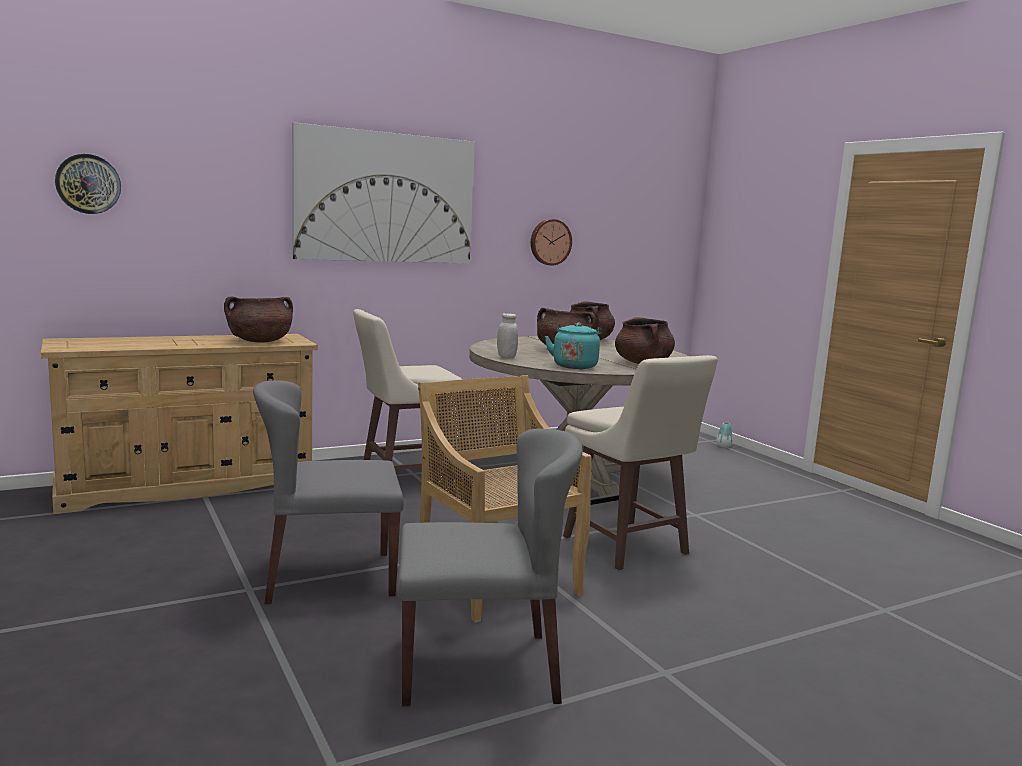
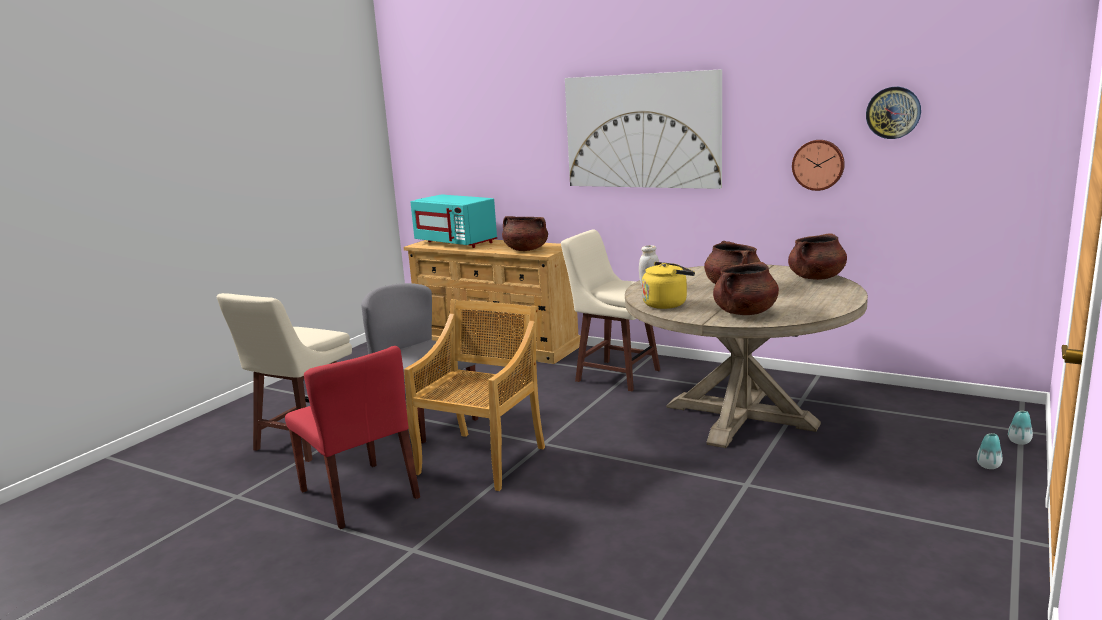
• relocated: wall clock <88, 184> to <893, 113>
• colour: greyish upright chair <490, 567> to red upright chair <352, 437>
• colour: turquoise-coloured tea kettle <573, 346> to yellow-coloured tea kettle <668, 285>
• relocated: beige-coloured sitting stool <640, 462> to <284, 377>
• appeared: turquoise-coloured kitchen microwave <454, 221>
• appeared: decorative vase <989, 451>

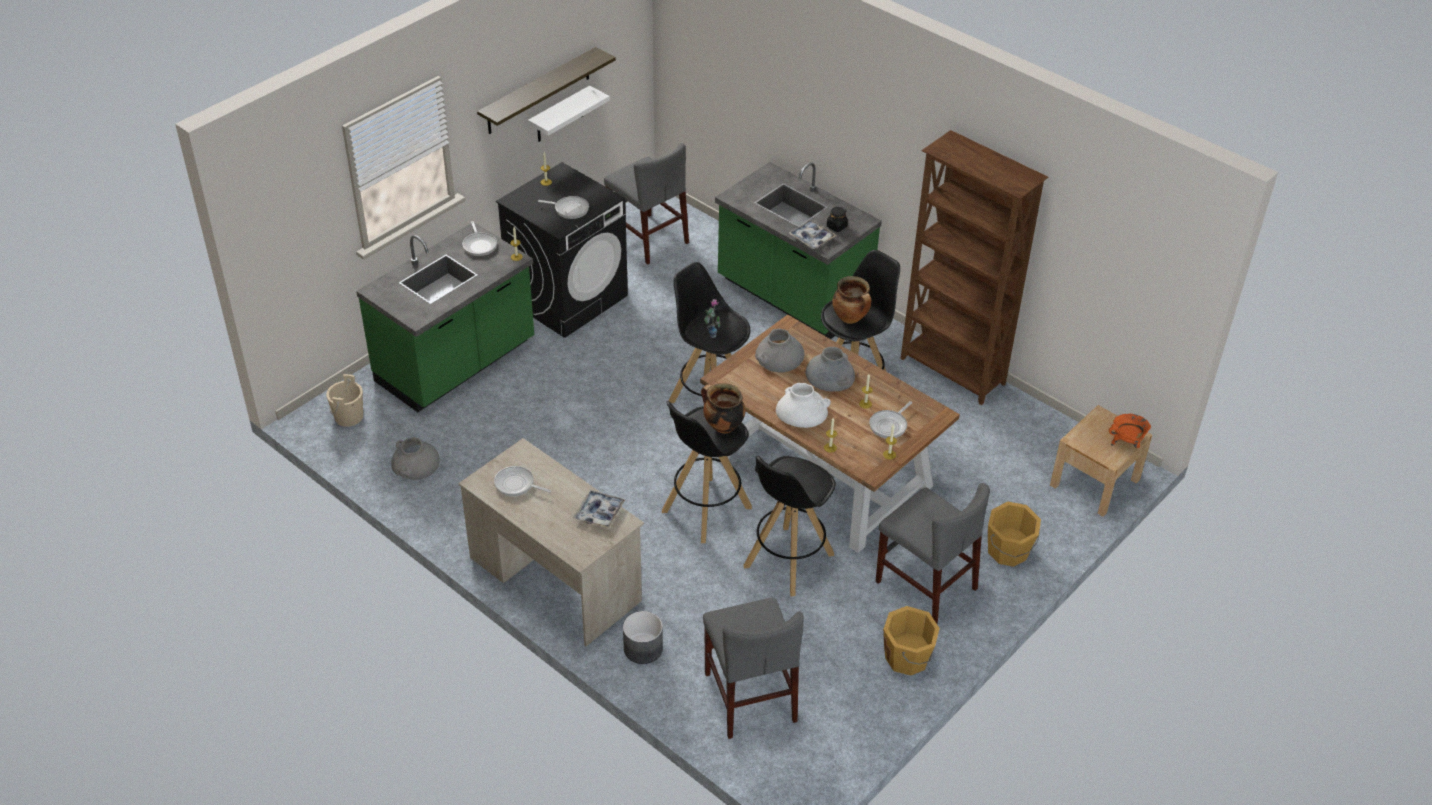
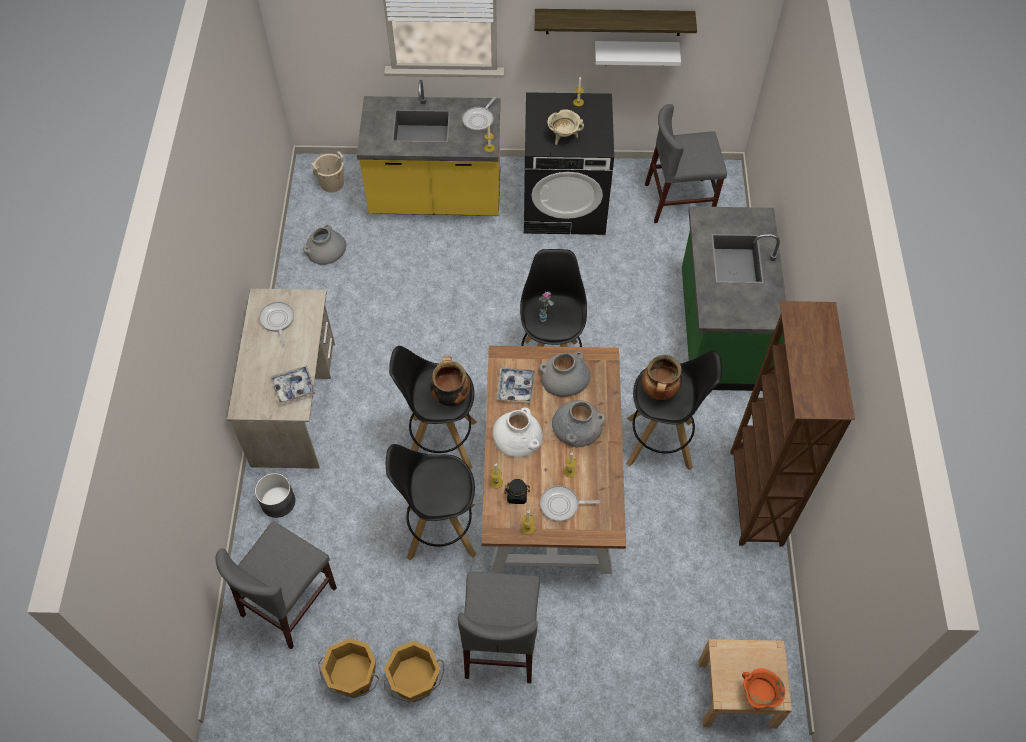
• colour: greenish kitchen counter <445, 317> to yellow-coloured kitchen counter <428, 148>
• exchanged: pan <563, 207> to beige-coloured stockpot <566, 127>
• spun: greyish upright chair <646, 204> = <686, 163> 75 degrees clockwise
• relocated: tray <813, 234> to <515, 385>
• relocated: black jar <837, 219> to <517, 491>
• relocated: orange-coloured pail <1014, 534> to <348, 668>

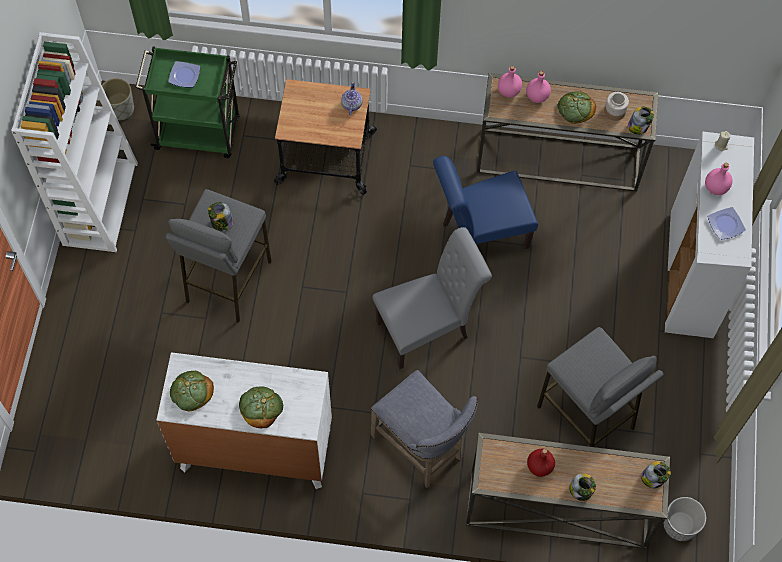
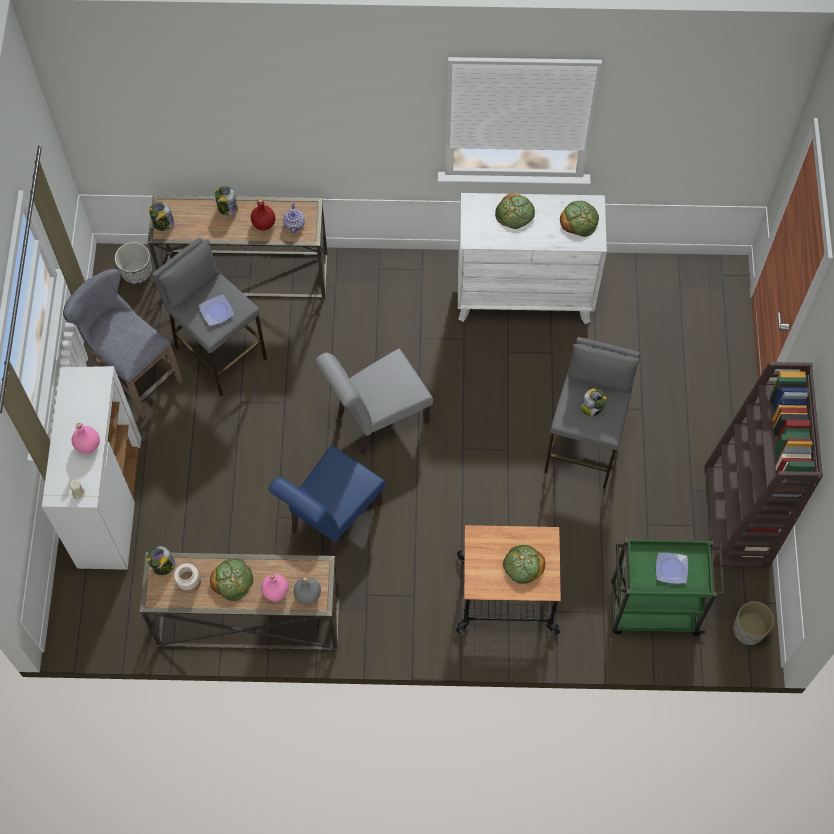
• colour: white-coloured bookcase <74, 142> to brown-coloured bookcase <763, 465>
• relocated: pot for tea <352, 98> to <294, 218>
• relocated: greyish sitting stool <424, 429> to <123, 343>
• spun: blue-coloured upright chair <485, 203> = <327, 500> 150 degrees clockwise
• colour: pink drink bottle <510, 82> to greyish drink bottle <307, 591>
• relocated: dinner plate <726, 223> to <216, 310>
• appeared: bakery bread <524, 564>

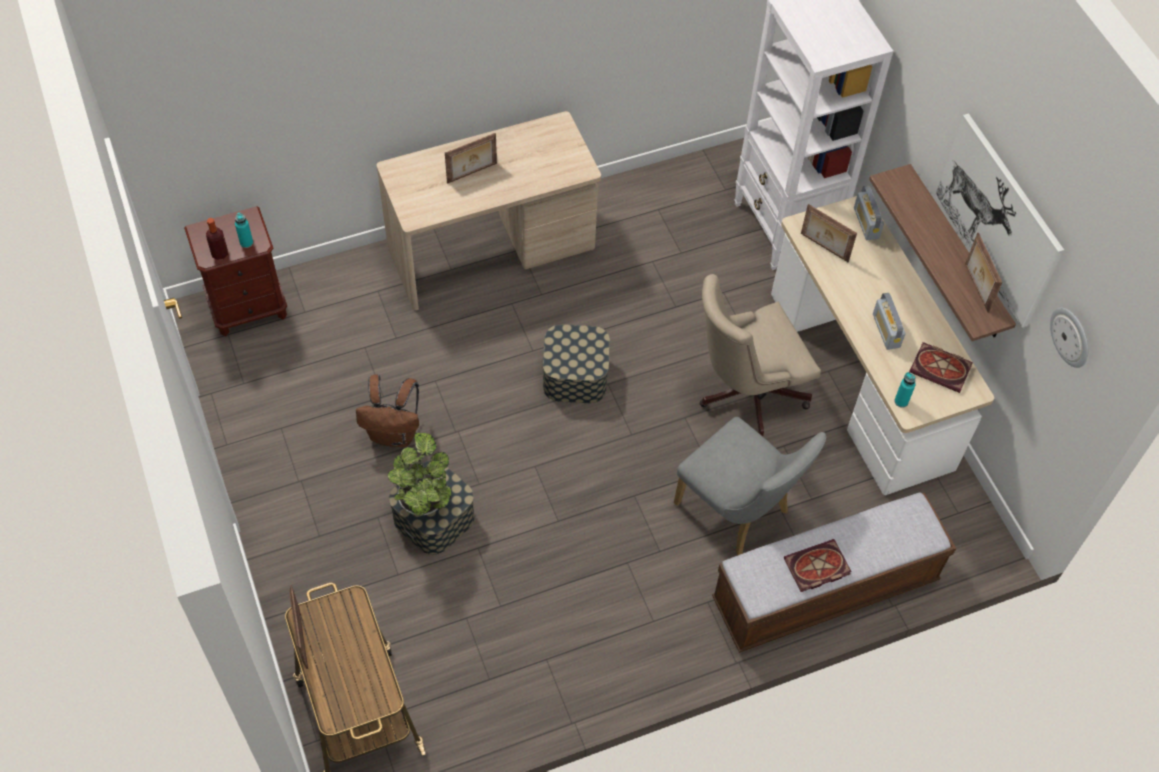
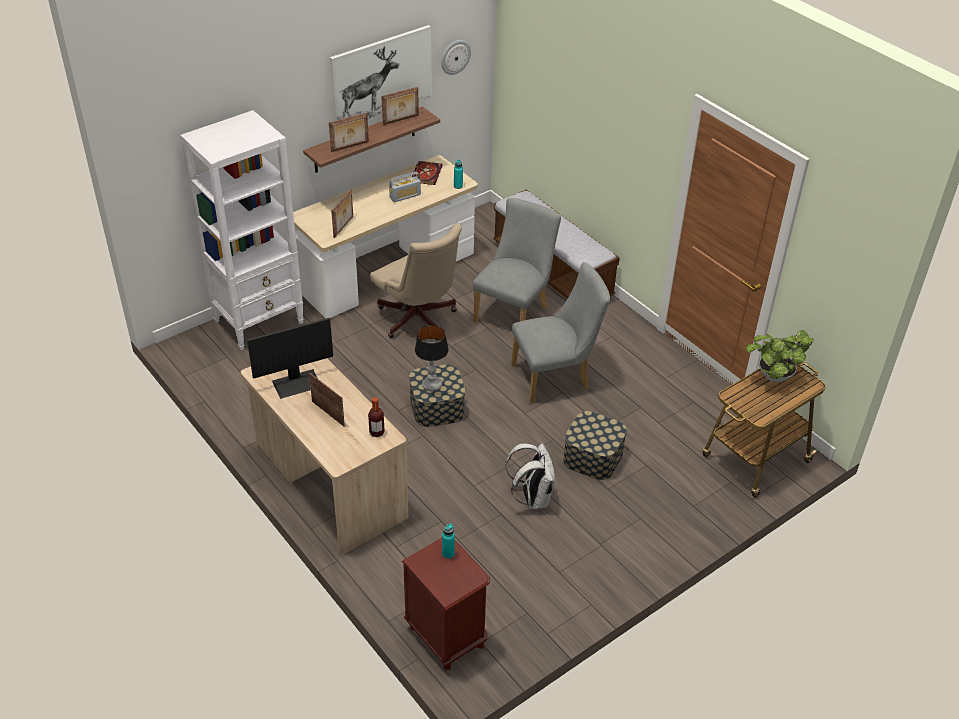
• relocated: drink bottle <217, 239> to <376, 417>
• relocated: picture frame <299, 627> to <349, 132>
• colour: brown-coloured backpack <387, 410> to white-coloured backpack <530, 476>
• relocated: potted plant <419, 474> to <779, 356>
• missing: bound book <818, 565>
• missing: radio set <869, 213>
• appeared: monitor <290, 358>
• appeared: lamp for a table <432, 358>
• appeared: greyish upright chair <560, 333>

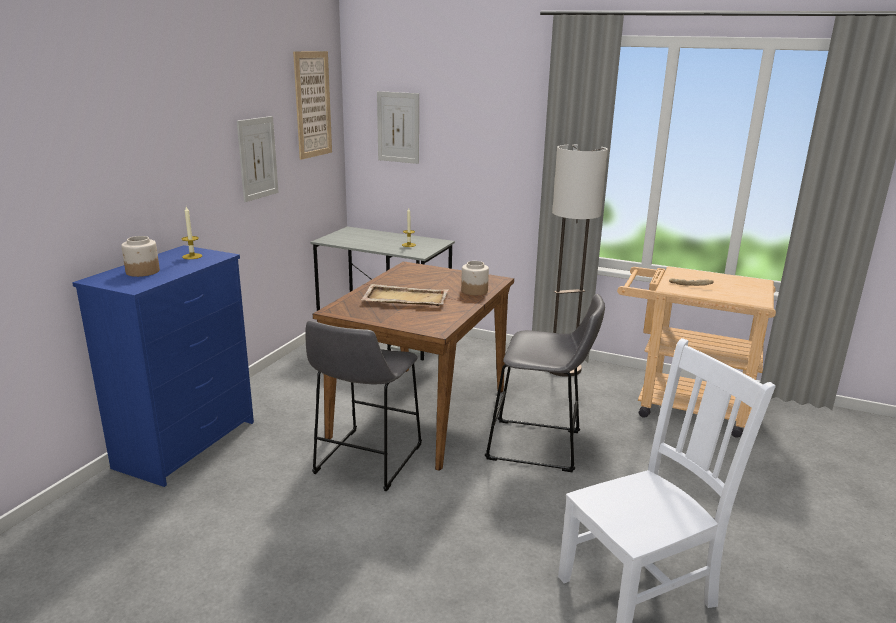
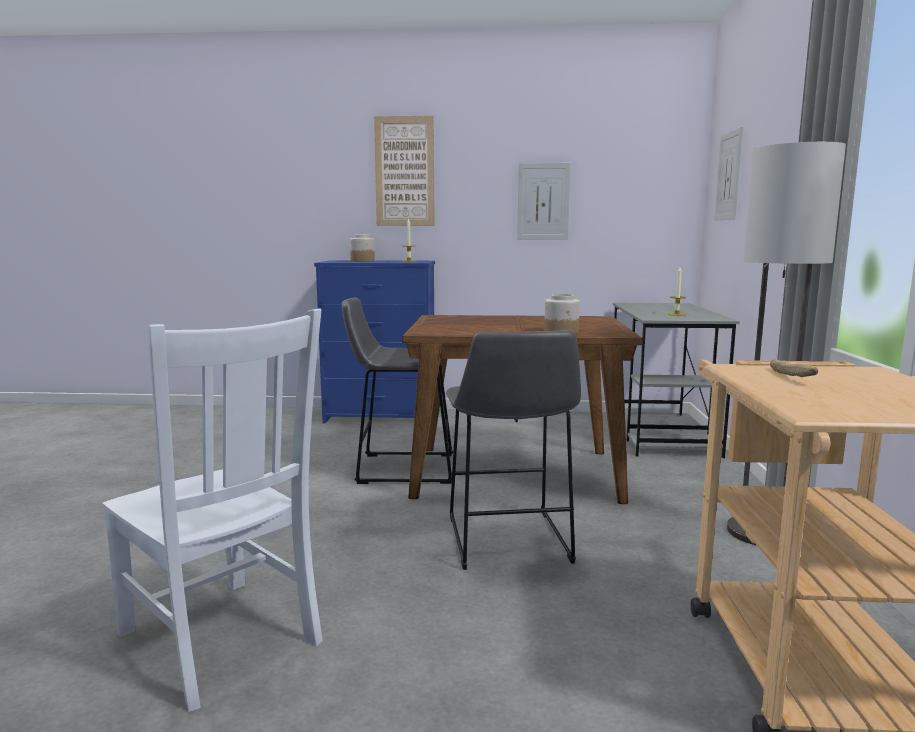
• relocated: wall picture <312, 105> to <404, 171>
• missing: beige-coloured tray <404, 295>

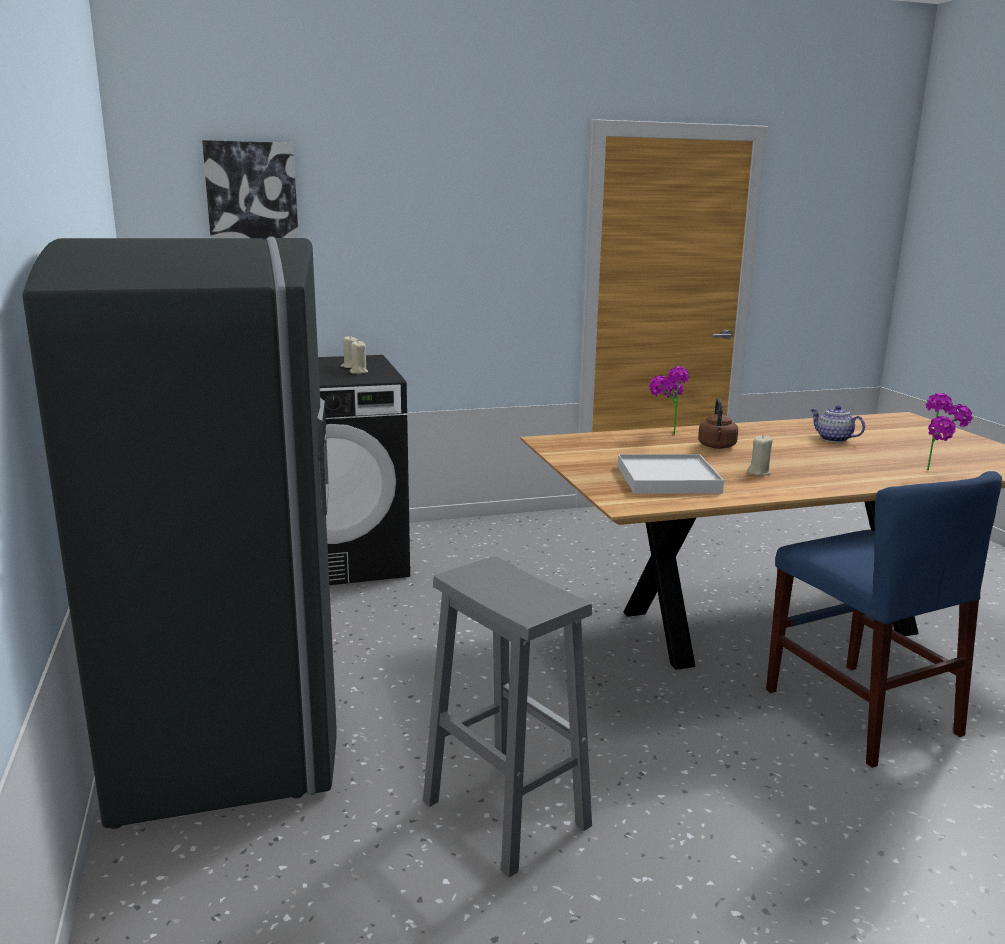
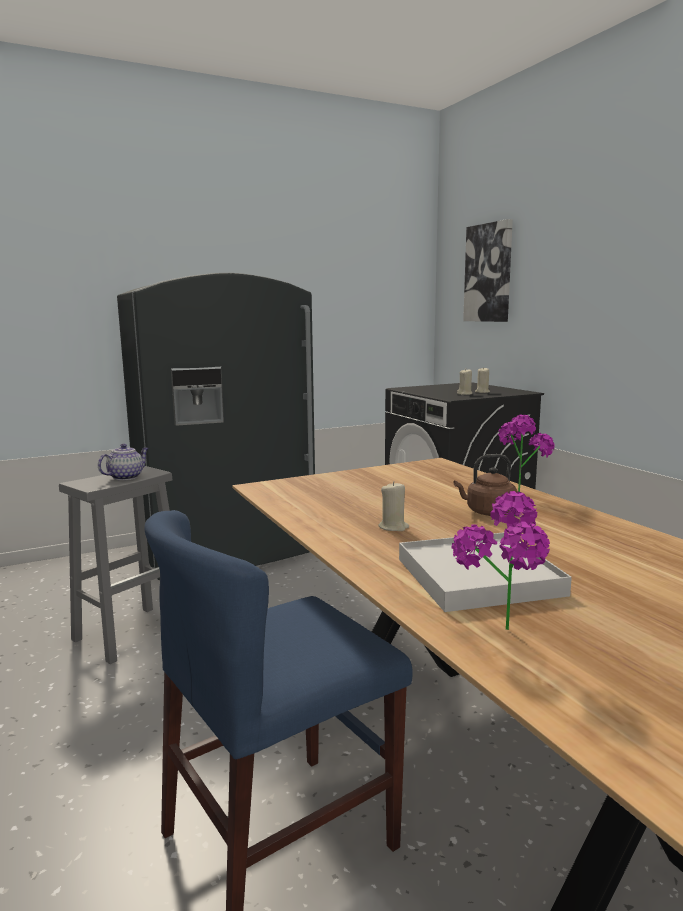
• relocated: white-coloured tray <671, 474> to <485, 572>
• relocated: pot for tea <837, 423> to <123, 462>

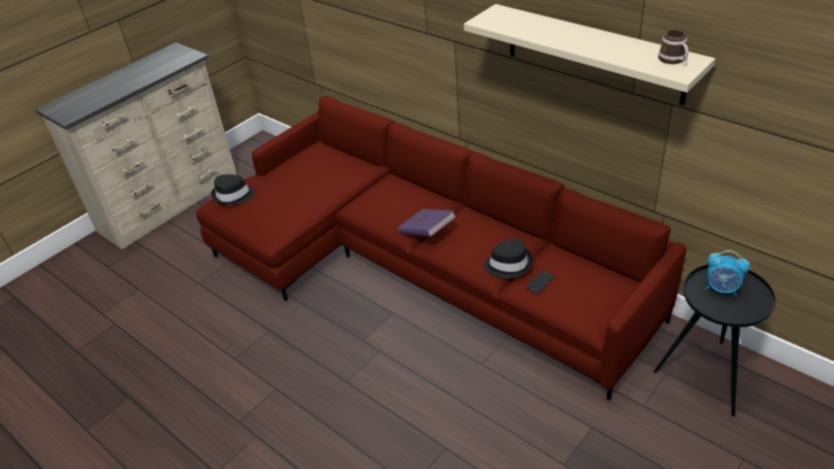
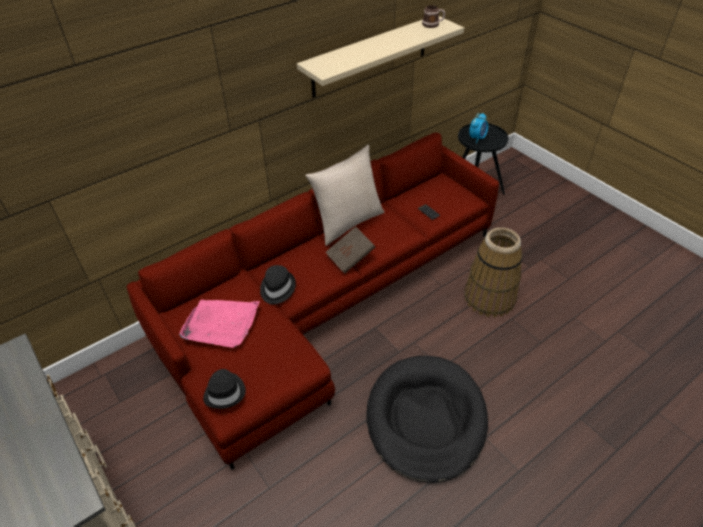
• colour: purple bound book <427, 223> to brown-coloured bound book <350, 250>
• relocated: black hat <508, 259> to <278, 284>
• appeared: pink tray <219, 324>
• appeared: beige-coloured throw pillow <345, 195>
• appeared: black pet bed <427, 419>
• appeared: basket <493, 272>

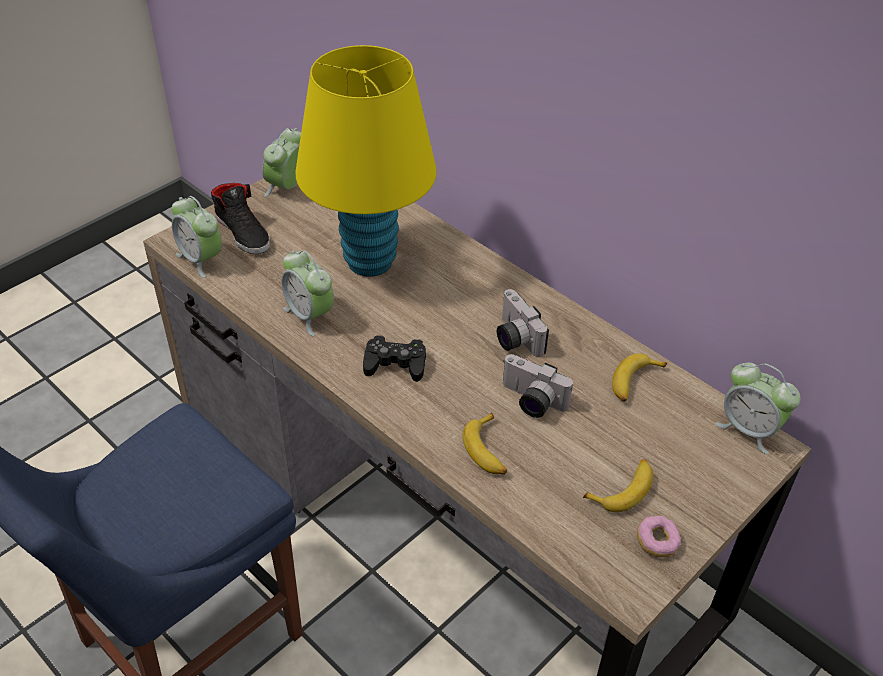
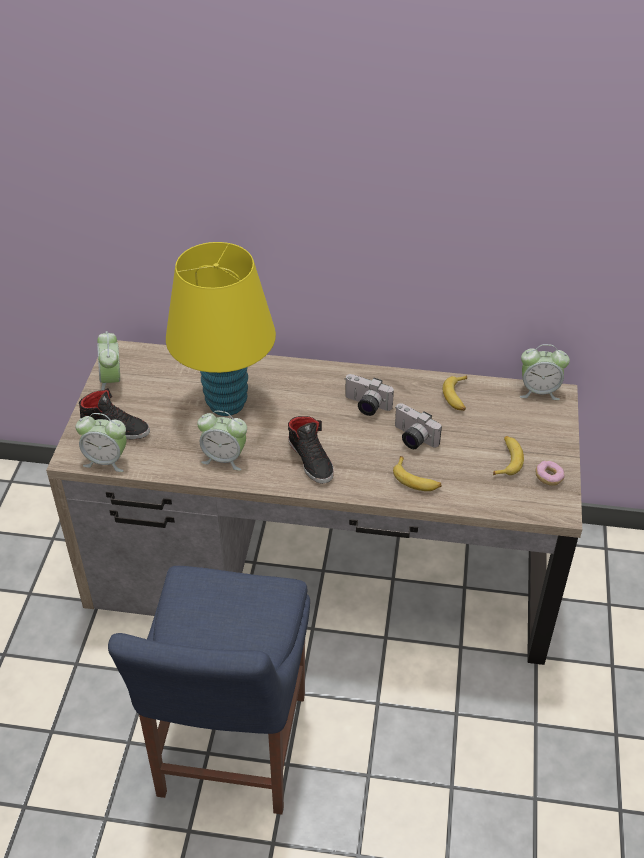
• exchanged: black game controller <394, 358> to black low shoe <311, 450>
• spun: photo camera <538, 386> = <418, 426> 45 degrees clockwise

